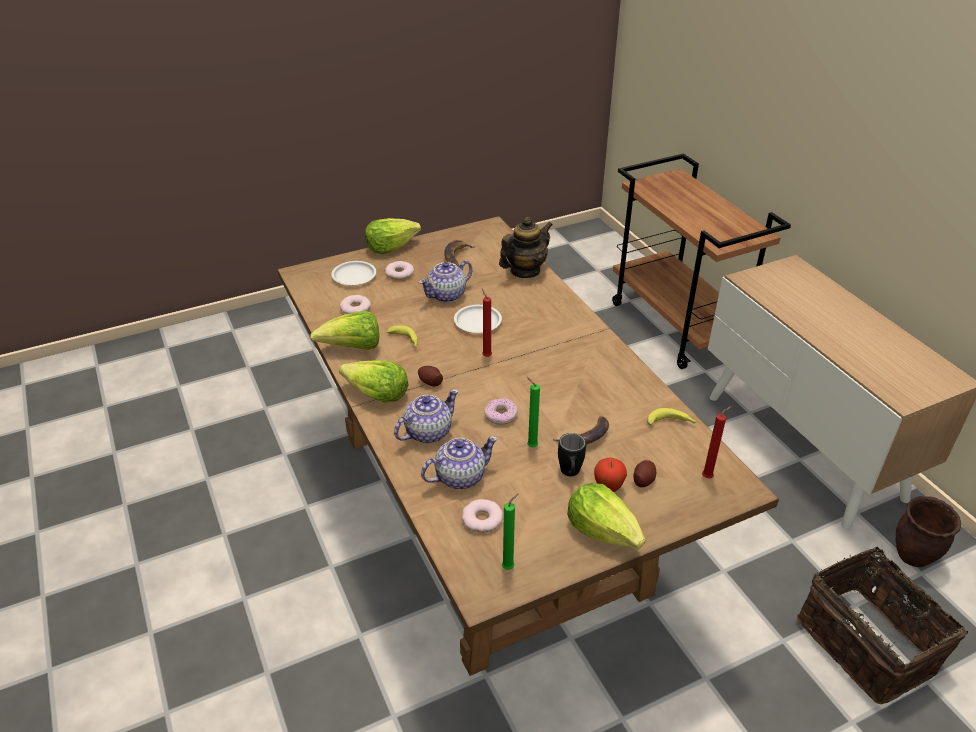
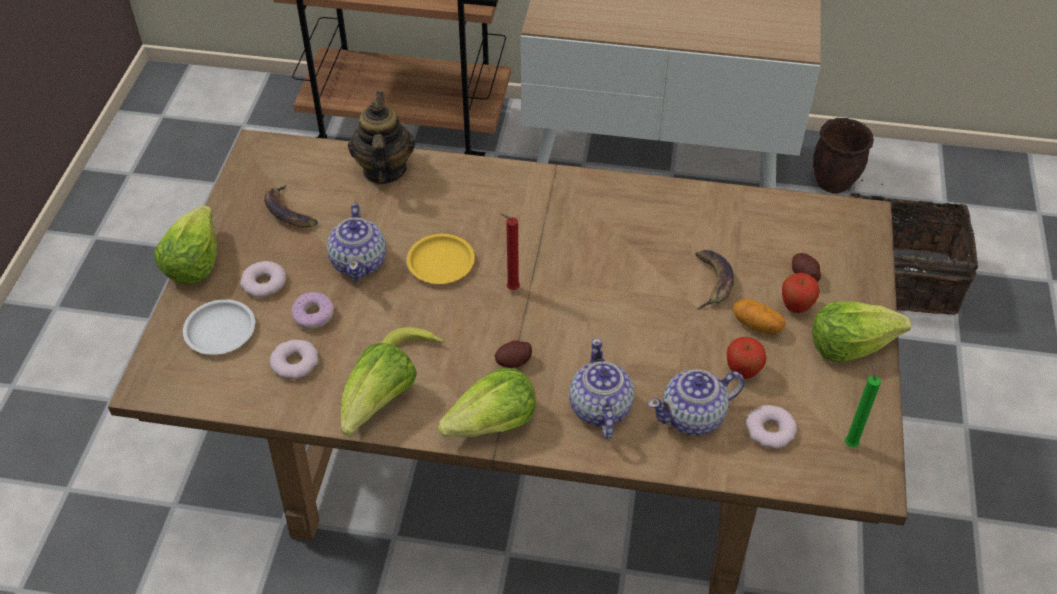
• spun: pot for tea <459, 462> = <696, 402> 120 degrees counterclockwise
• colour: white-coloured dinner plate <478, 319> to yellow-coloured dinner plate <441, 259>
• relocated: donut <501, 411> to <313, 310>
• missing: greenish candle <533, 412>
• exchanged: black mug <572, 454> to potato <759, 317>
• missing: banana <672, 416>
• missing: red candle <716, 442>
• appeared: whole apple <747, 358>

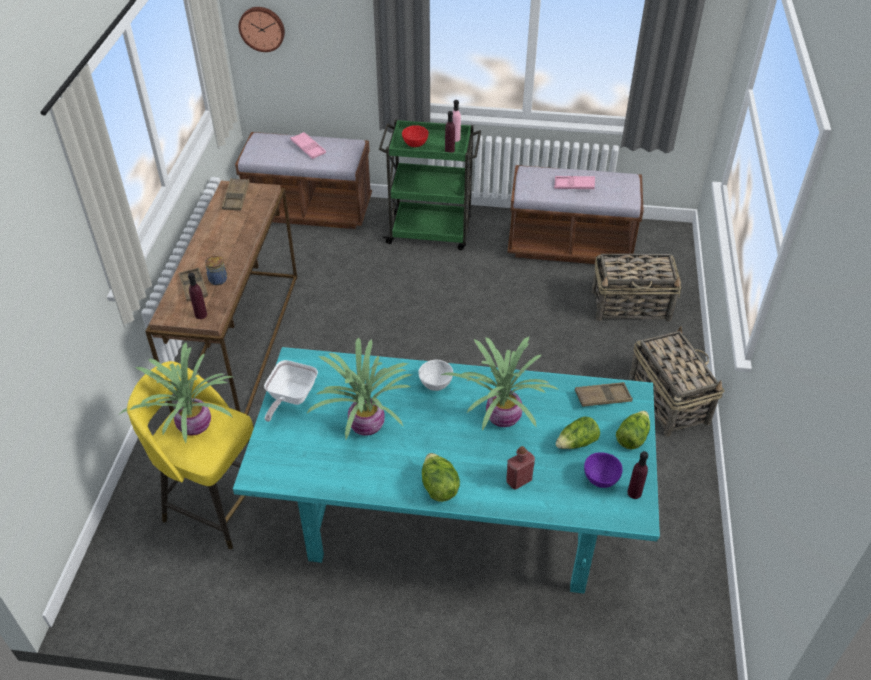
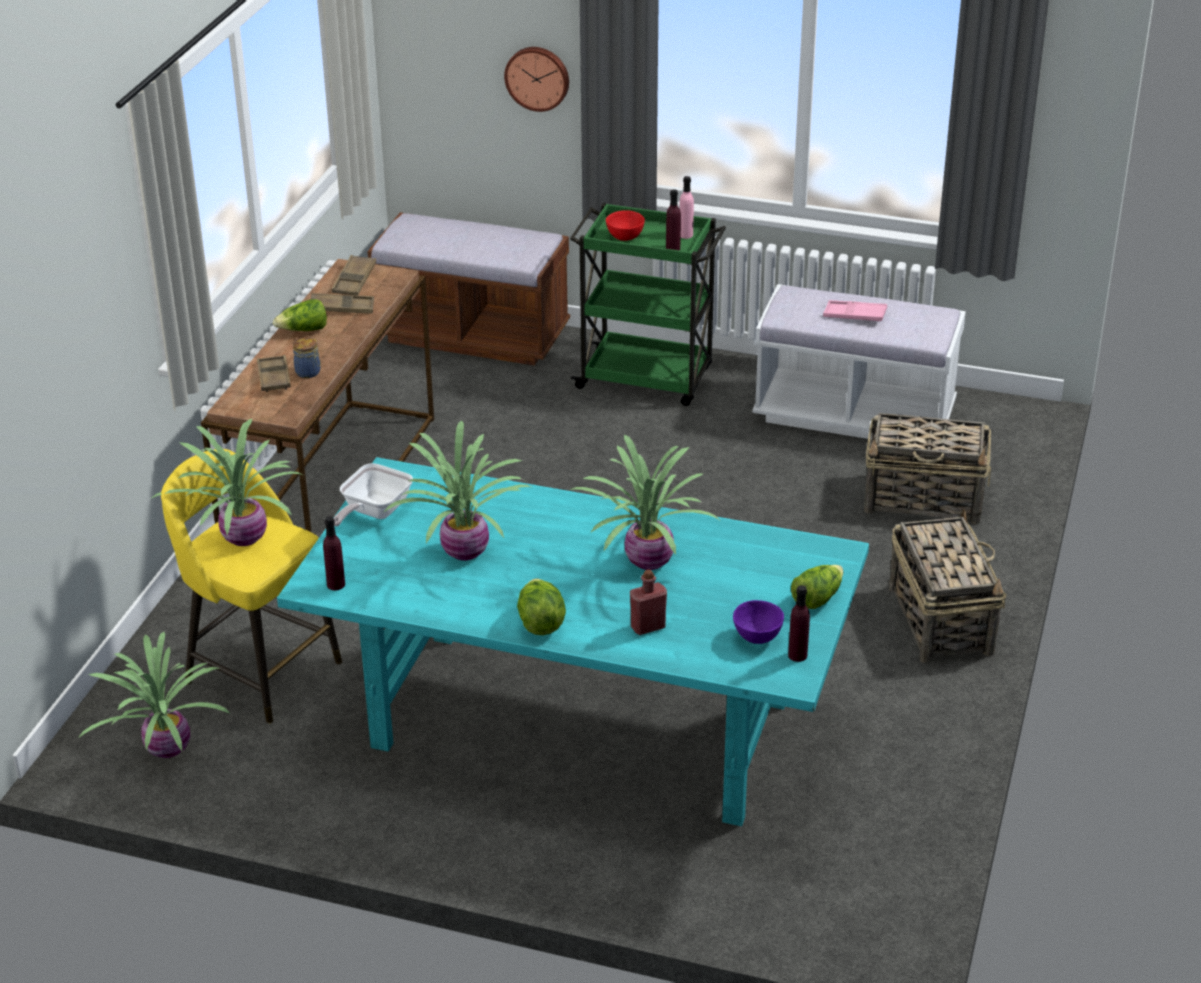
• relocated: purple drink bottle <197, 295> to <334, 553>
• relocated: wall clock <262, 29> to <536, 79>
• missing: pink tray <308, 145>
• missing: white-coloured bowl <435, 375>
• colour: brown-coloured indoor bench <575, 214> to white-coloured indoor bench <859, 361>
• relocated: lettuce head <577, 432> to <300, 315>
• relocated: brown-coloured tray <604, 394> to <342, 303>
• appeared: potted plant <154, 695>

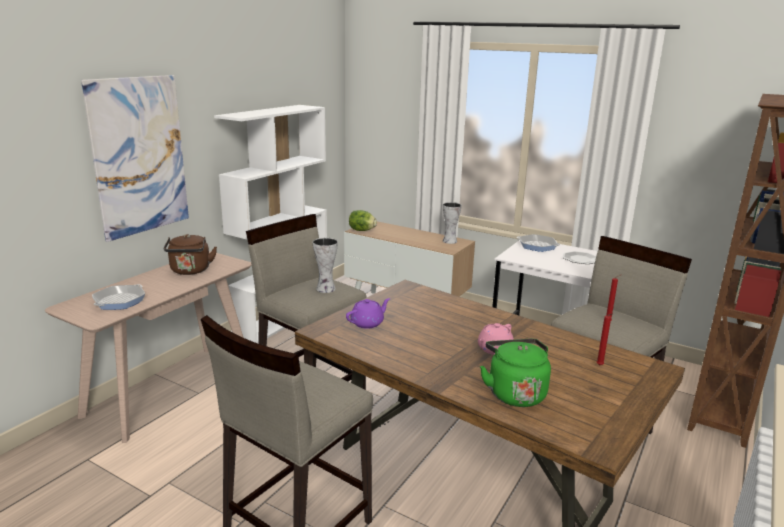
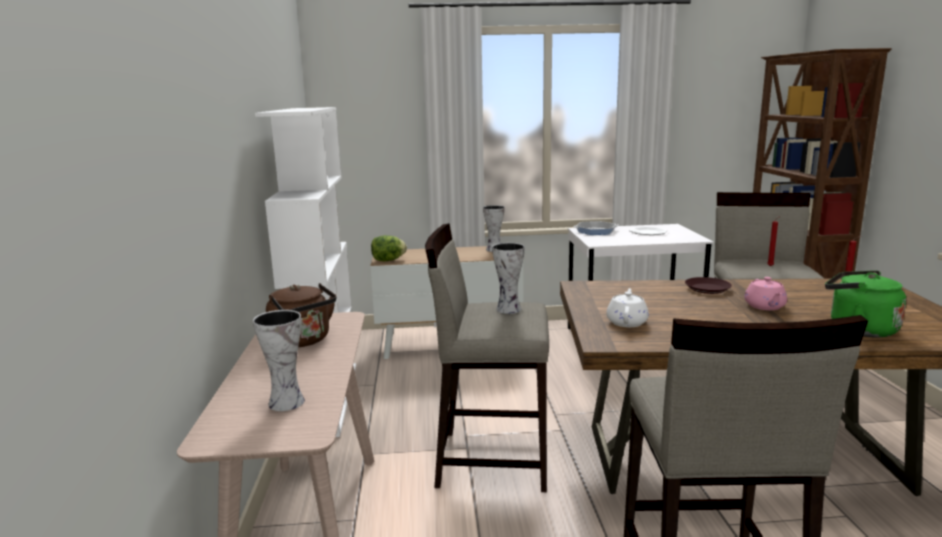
• missing: wall picture <135, 158>
• exchanged: pan <118, 297> to decorative vase <279, 360>
• colour: purple pot for tea <368, 313> to white-coloured pot for tea <627, 307>
• appeared: brown-coloured dinner plate <708, 285>

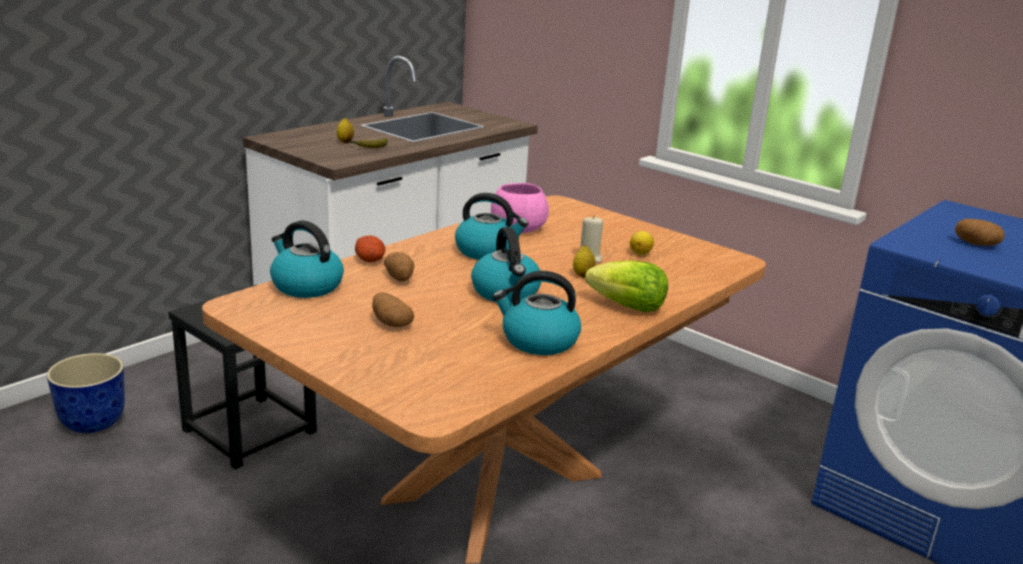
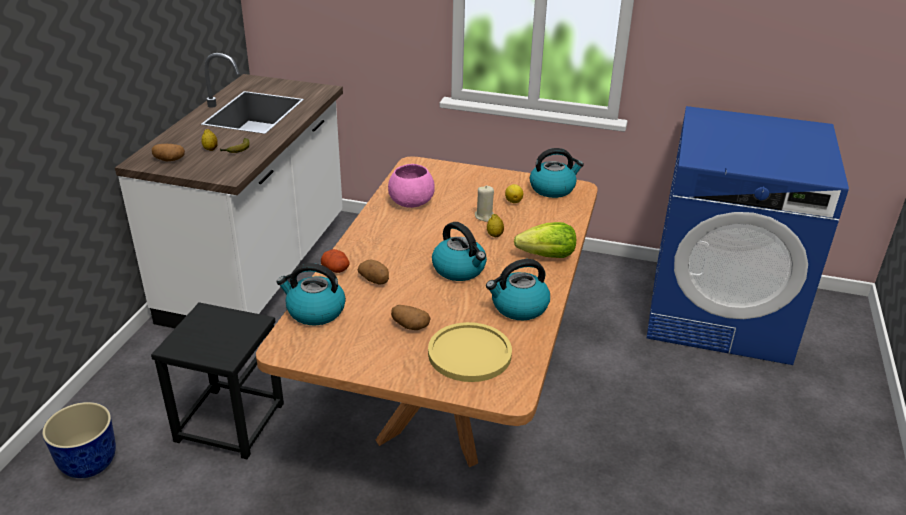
• relocated: tea kettle <491, 226> to <557, 173>
• relocated: potato <980, 232> to <168, 152>
• appeared: yellow-coloured dinner plate <470, 352>

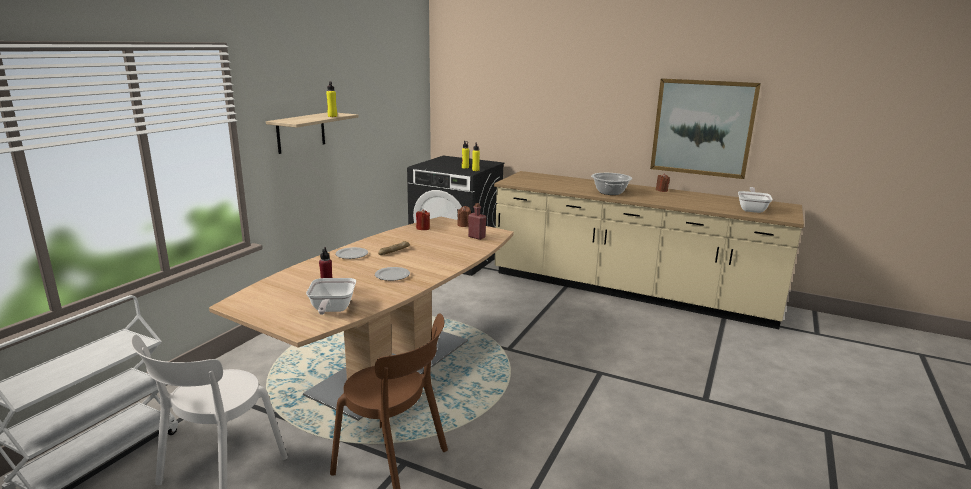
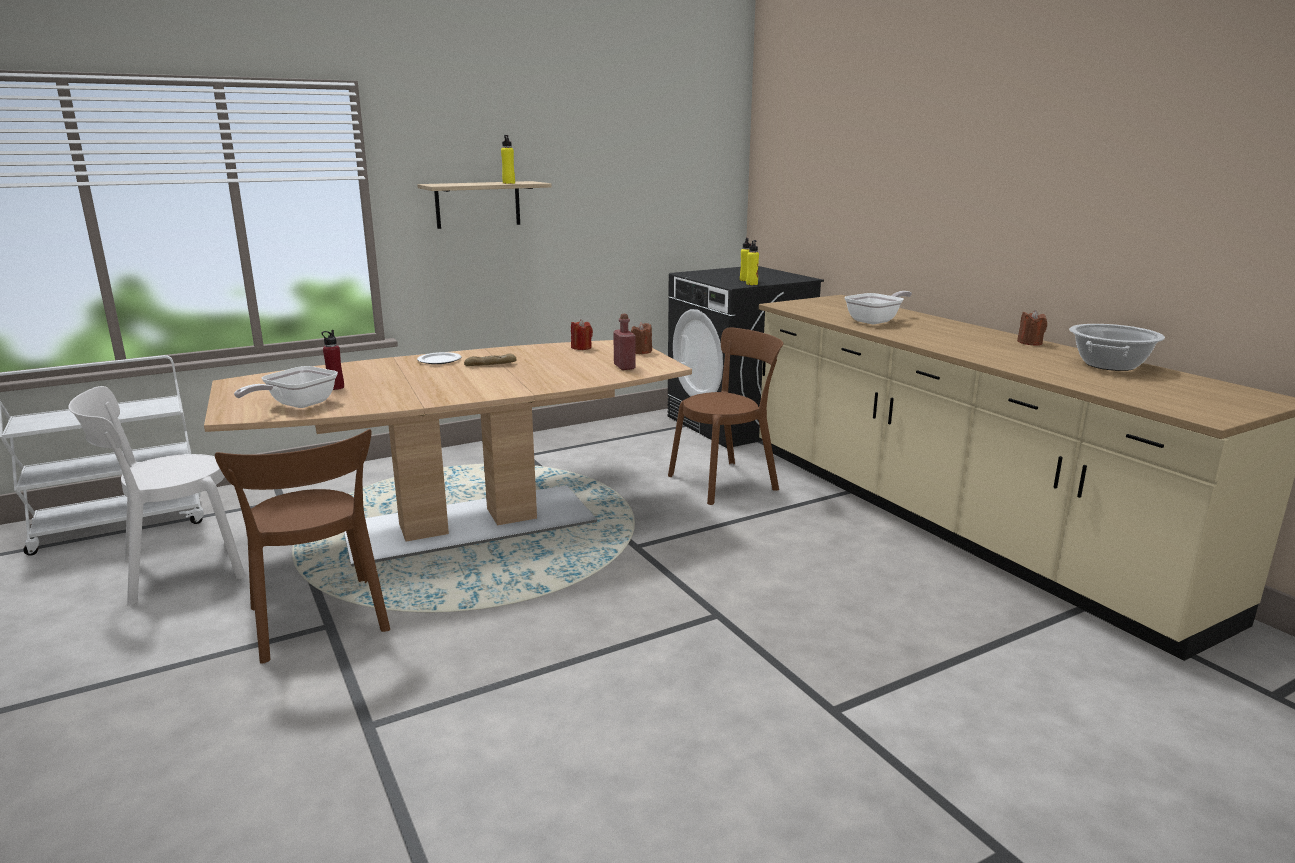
• missing: dinner plate <392, 274>
• relocated: stockpot <611, 184> to <1117, 347>
• missing: wall picture <705, 128>
• relocated: pan <755, 200> to <878, 307>
• appeared: brown-coloured upright chair <725, 416>

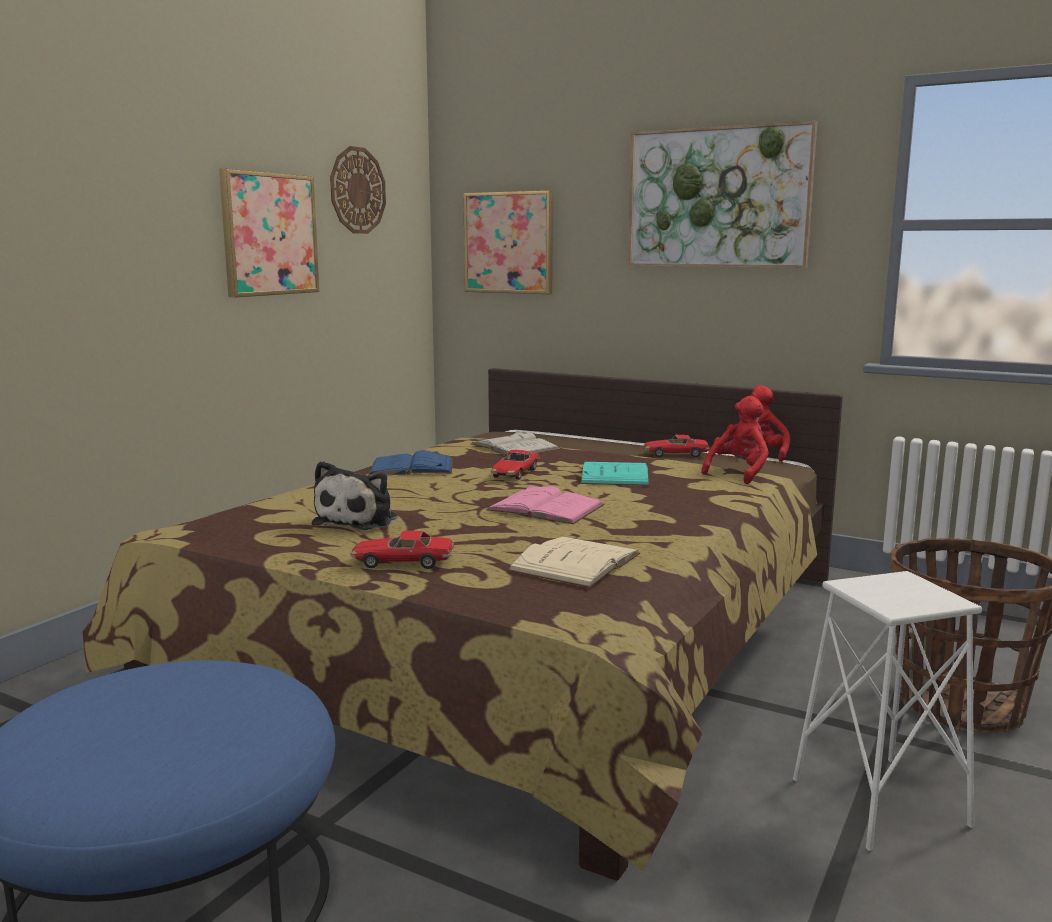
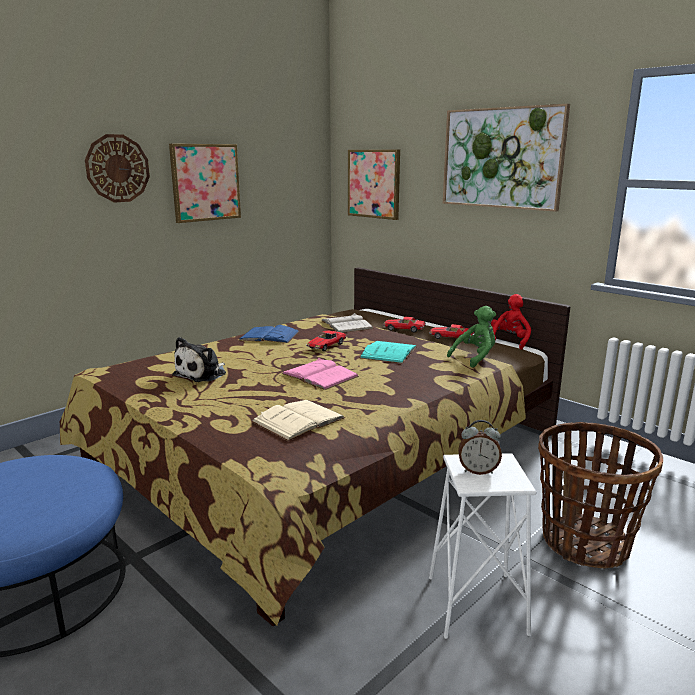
• relocated: wall clock <358, 190> to <117, 168>
• relocated: miniature car <402, 550> to <404, 325>
• colour: red soft toy <735, 440> to greenish soft toy <471, 337>
• appeared: bedside clock <480, 447>

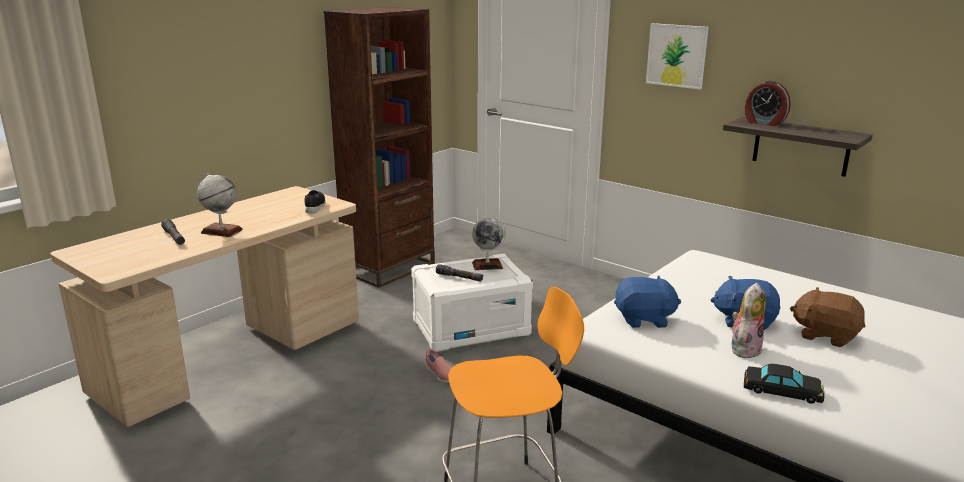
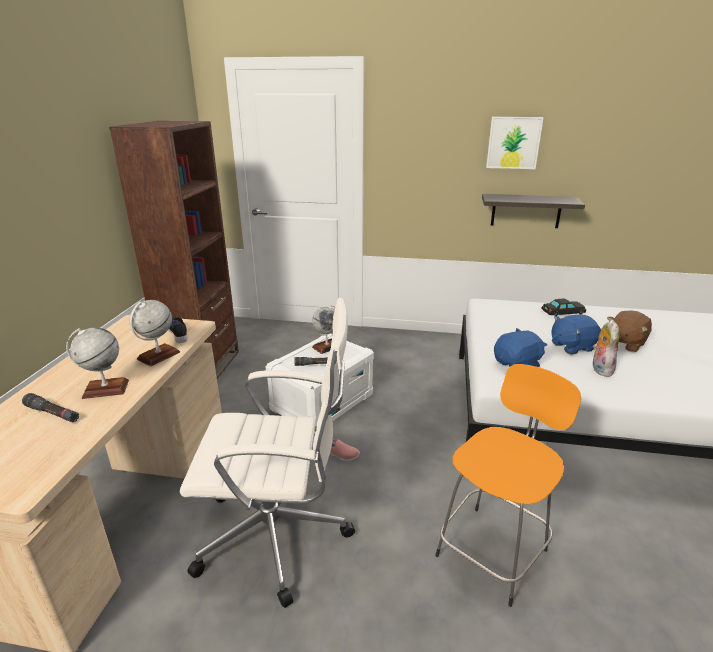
• relocated: wall picture <677, 56> to <515, 143>
• relocated: black miniature car <784, 384> to <563, 307>
• missing: bedside clock <768, 103>
• spun: brown-coloured soft toy <827, 317> = <629, 331> 45 degrees counterclockwise
• appeared: world globe <155, 333>
• appeared: white-coloured office chair <267, 453>

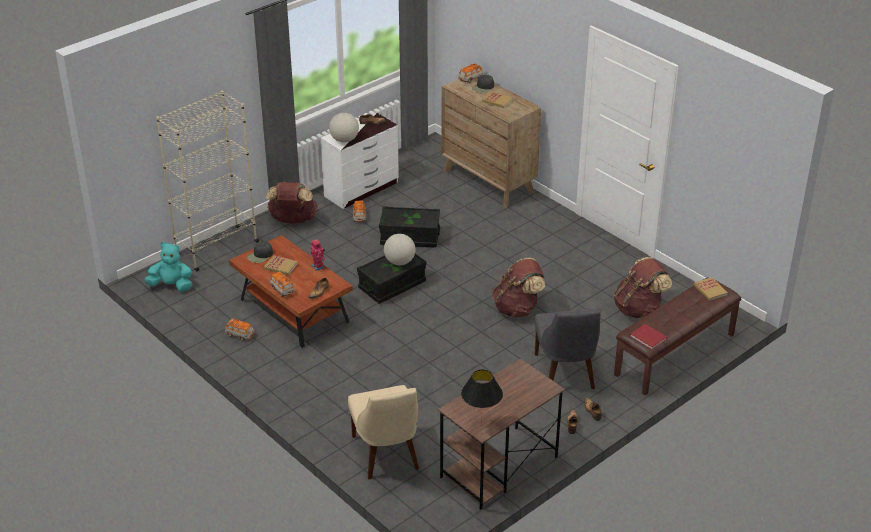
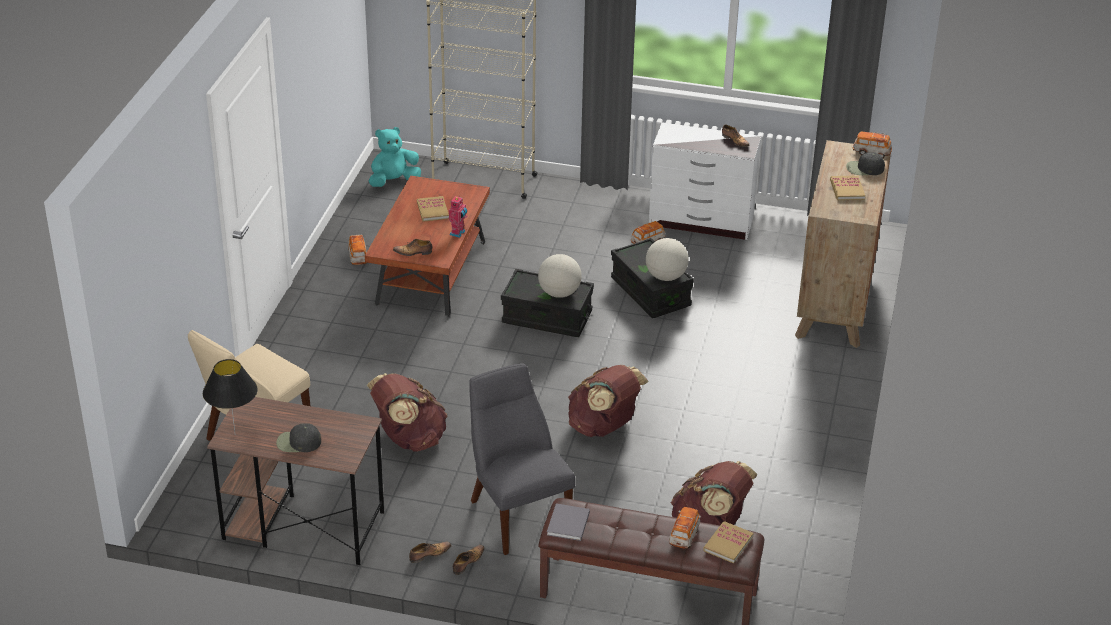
• spun: turquoise-coloured soft toy <168, 267> = <395, 157> 90 degrees counterclockwise
• relocated: black cap <260, 252> to <298, 437>
• relocated: brown-coloured backpack <292, 202> to <407, 412>
• relocated: miniature car <282, 284> to <685, 528>
• relocated: world globe <344, 128> to <667, 259>
• spun: greyish upright chair <567, 349> = <522, 459> 105 degrees clockwise
• colour: red bound book <648, 337> to greyish bound book <568, 522>

